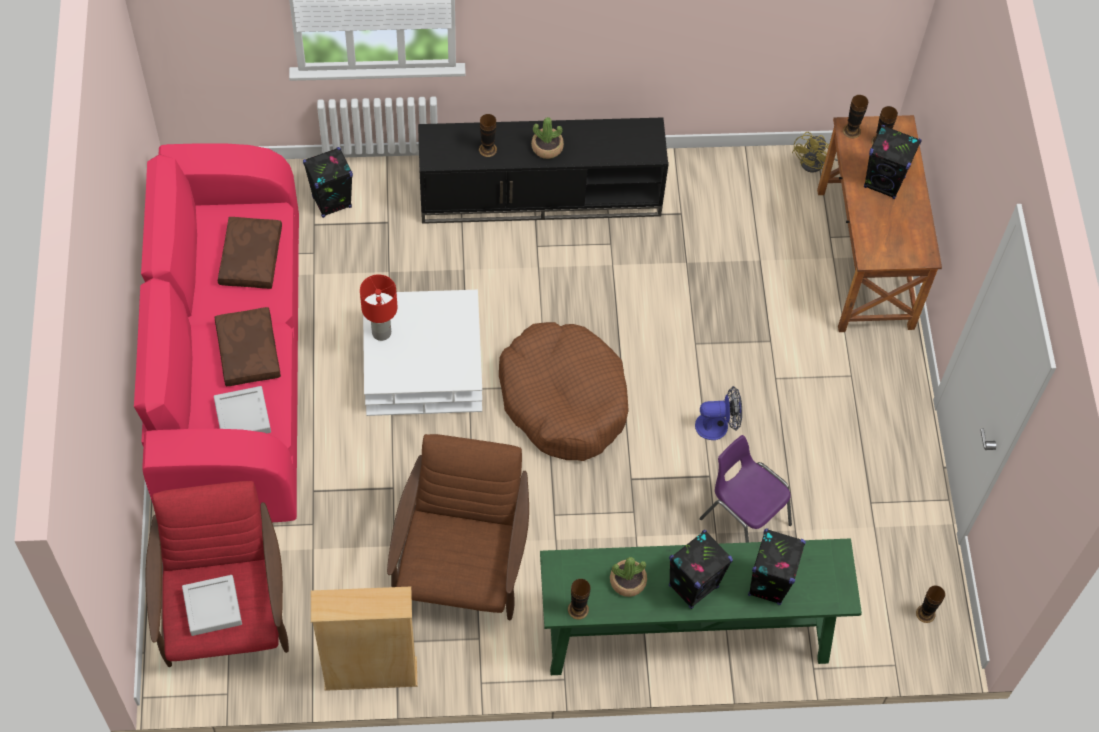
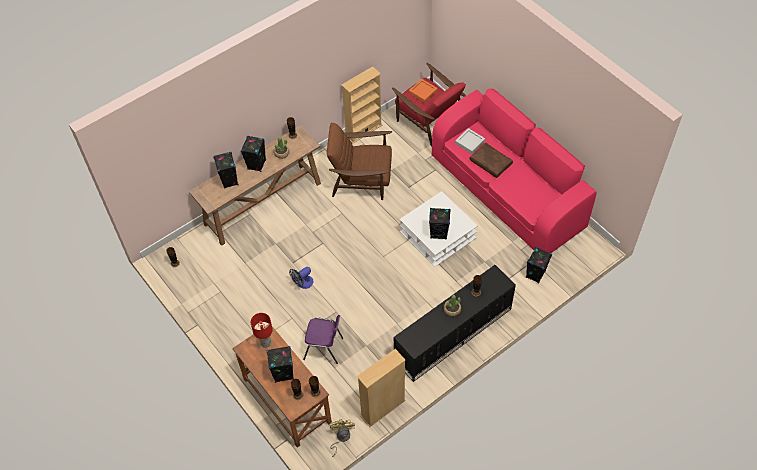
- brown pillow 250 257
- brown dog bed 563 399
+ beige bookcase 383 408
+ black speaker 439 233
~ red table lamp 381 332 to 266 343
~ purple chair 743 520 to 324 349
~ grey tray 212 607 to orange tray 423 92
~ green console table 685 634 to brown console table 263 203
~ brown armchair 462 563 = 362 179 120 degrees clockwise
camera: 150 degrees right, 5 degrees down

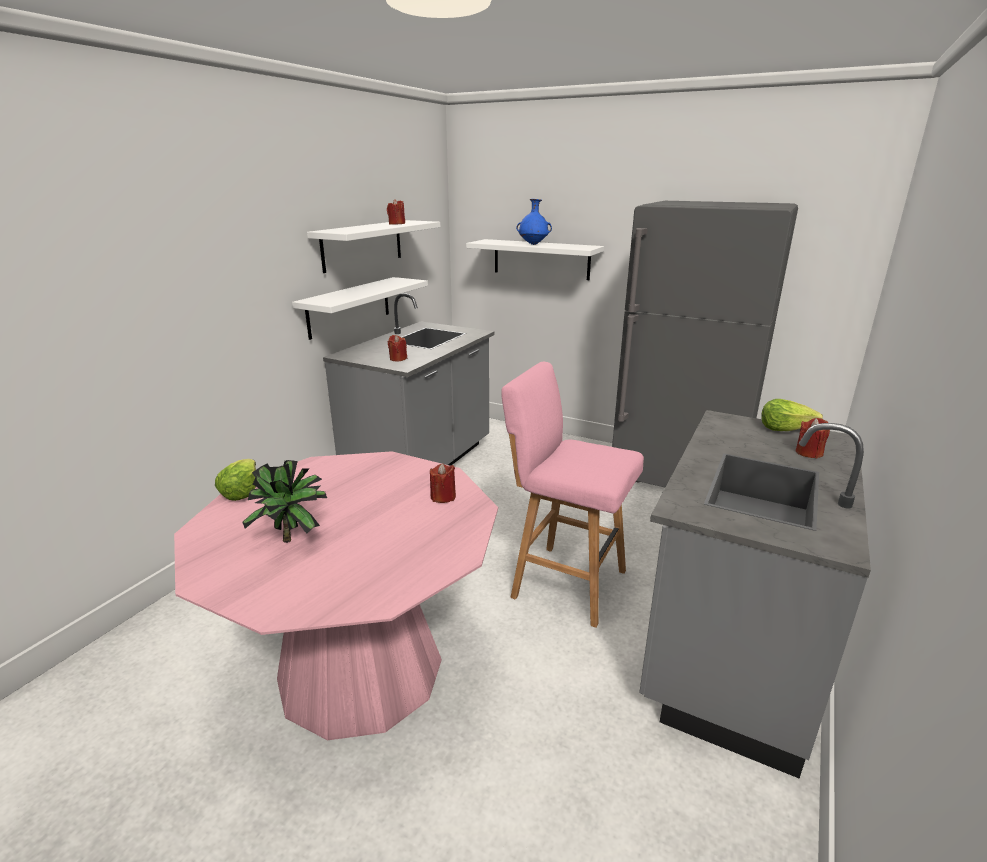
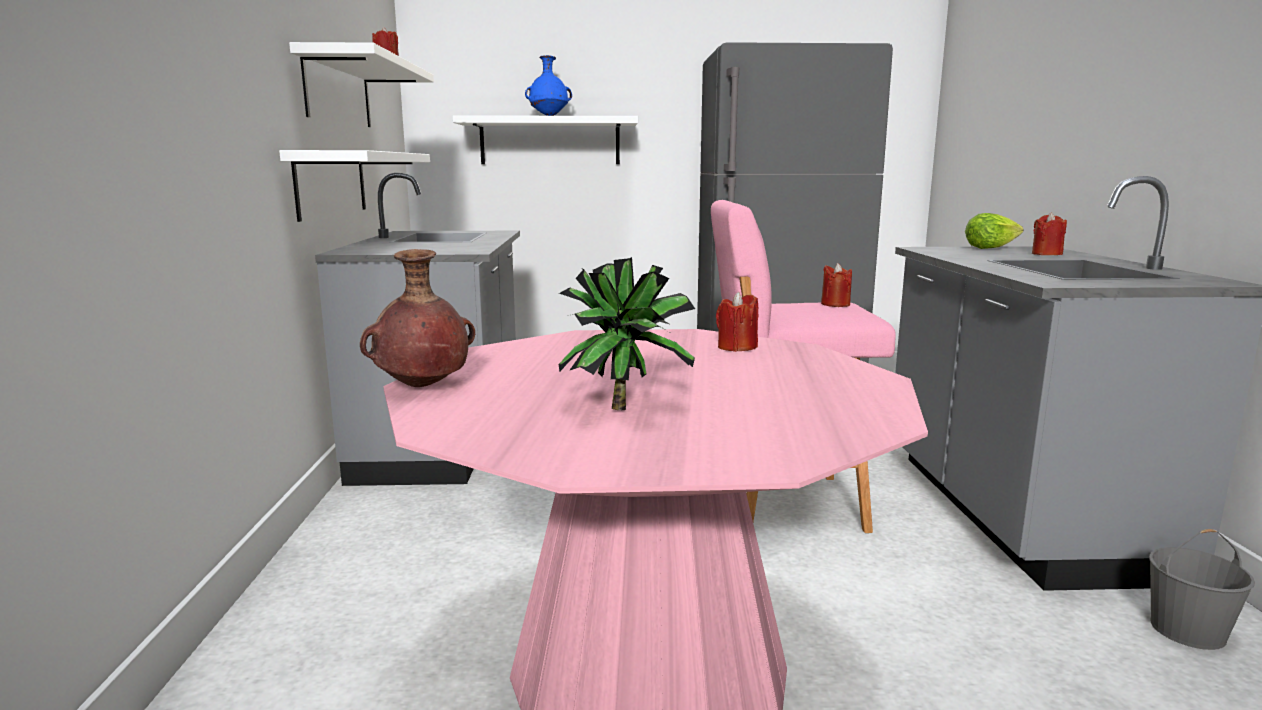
+ grey bucket 1188 630
~ red candle 398 359 to 835 304
~ lettuce 241 491 to brown vase 422 388
camera: 30 degrees left, 10 degrees down

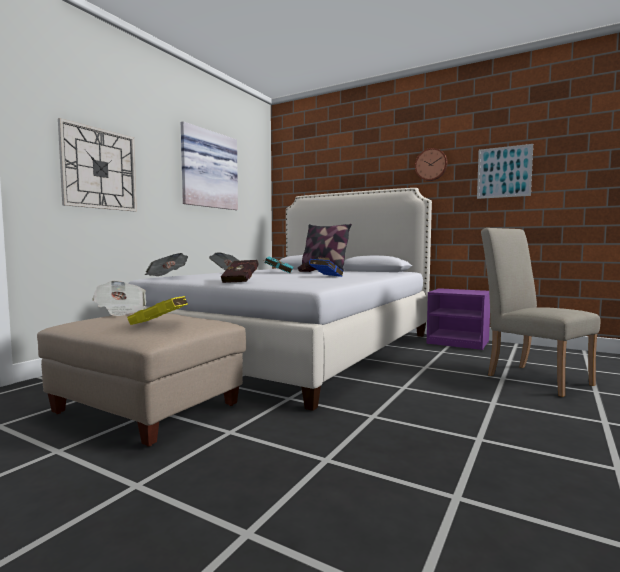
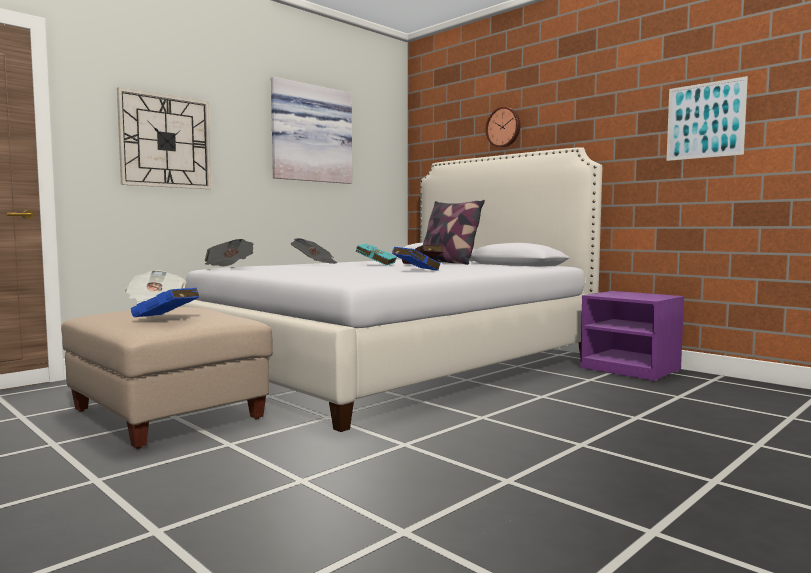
- red book 241 281
- beige chair 532 377
~ wall clock 431 164 to 504 127
~ yellow book 161 324 to blue book 167 318
camera: 15 degrees right, 0 degrees up

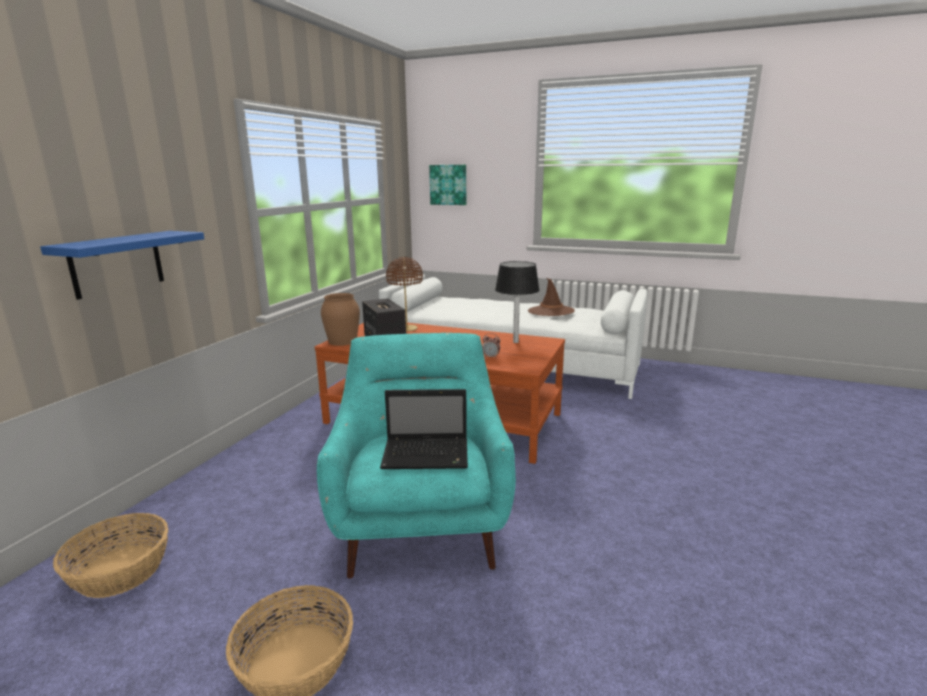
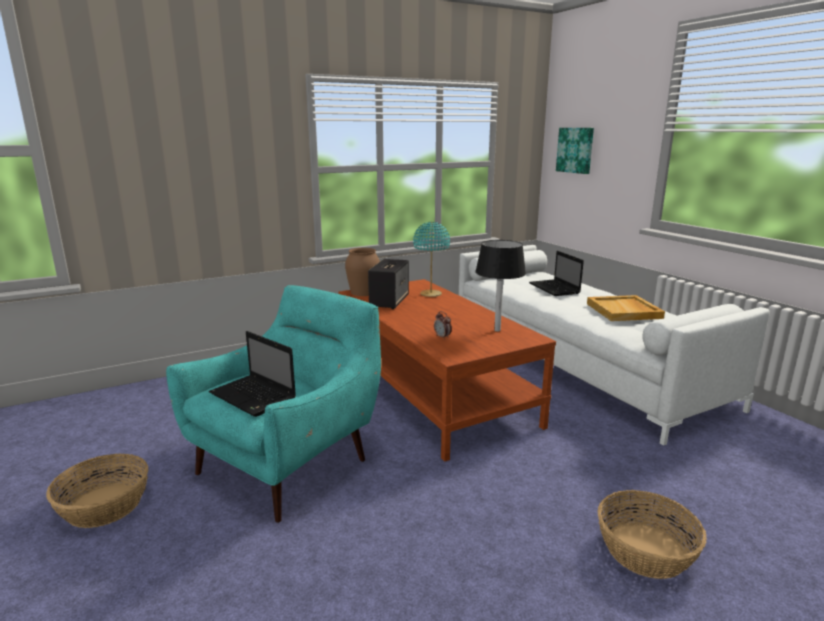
- blue shelf 117 263
+ laptop 555 289
~ basket 119 571 to 644 550
~ brown hat 551 311 to beige tray 624 311
~ brown table lamp 407 329 to turquoise table lamp 431 294
camera: 40 degrees right, 0 degrees up

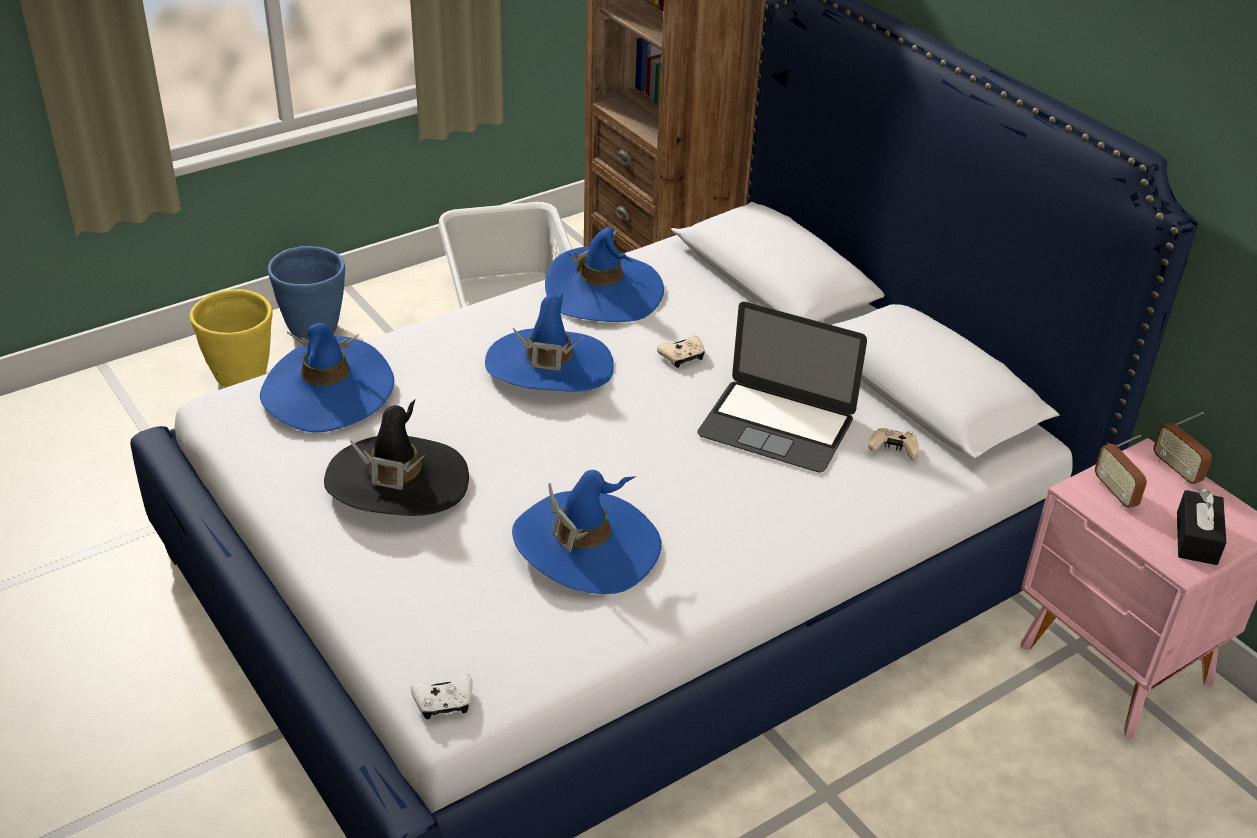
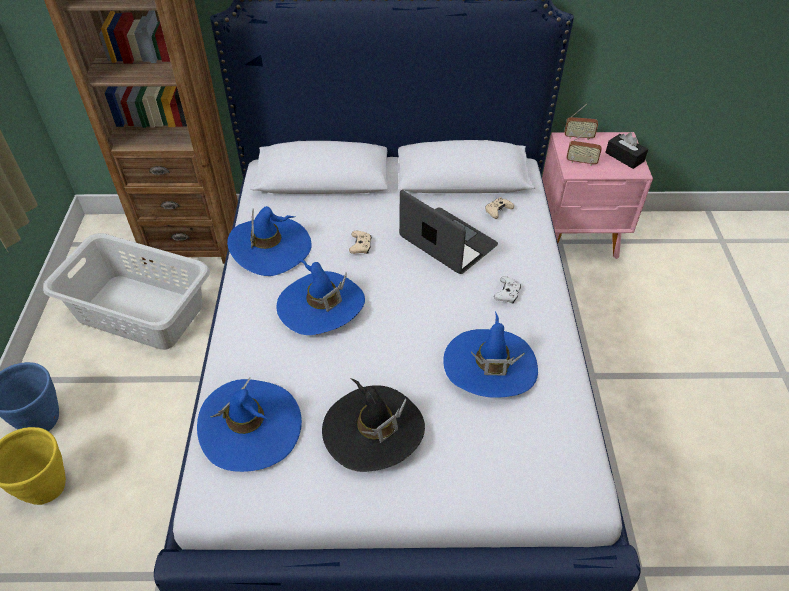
~ white game controller 444 703 to 507 294
~ laptop 776 426 = 448 241 105 degrees counterclockwise
camera: 55 degrees left, 10 degrees up

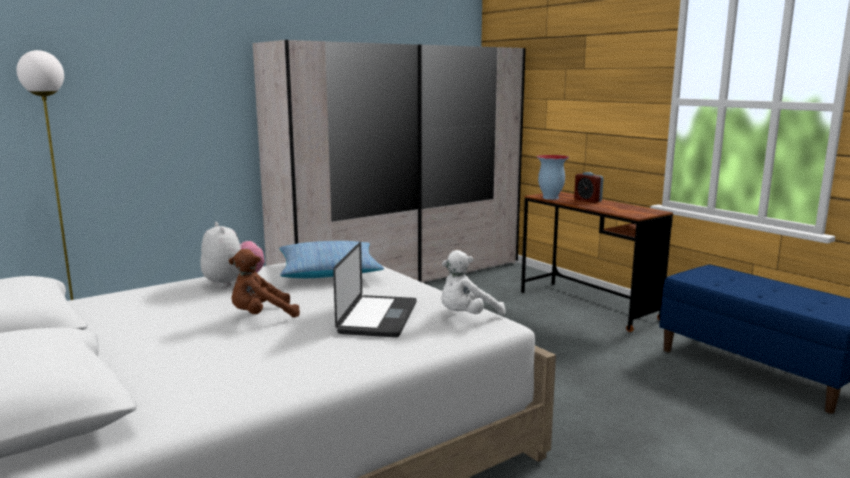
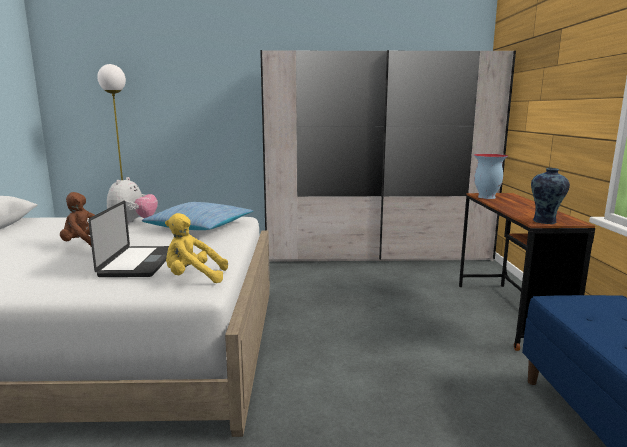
- alarm clock 587 200
+ vase 545 222
~ white plush toy 466 317 to yellow plush toy 193 278
~ laptop 378 317 = 139 263 45 degrees counterclockwise
camera: 35 degrees right, 0 degrees up

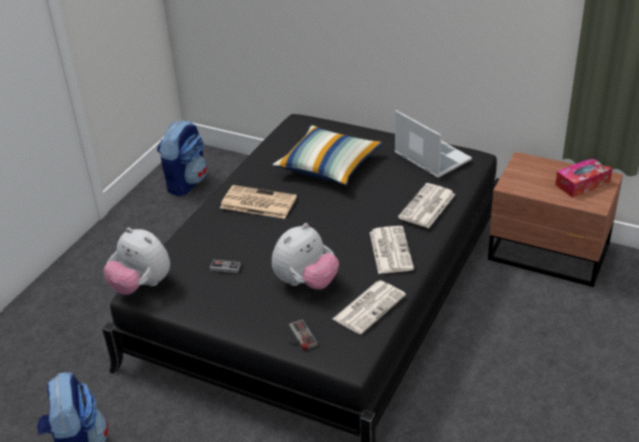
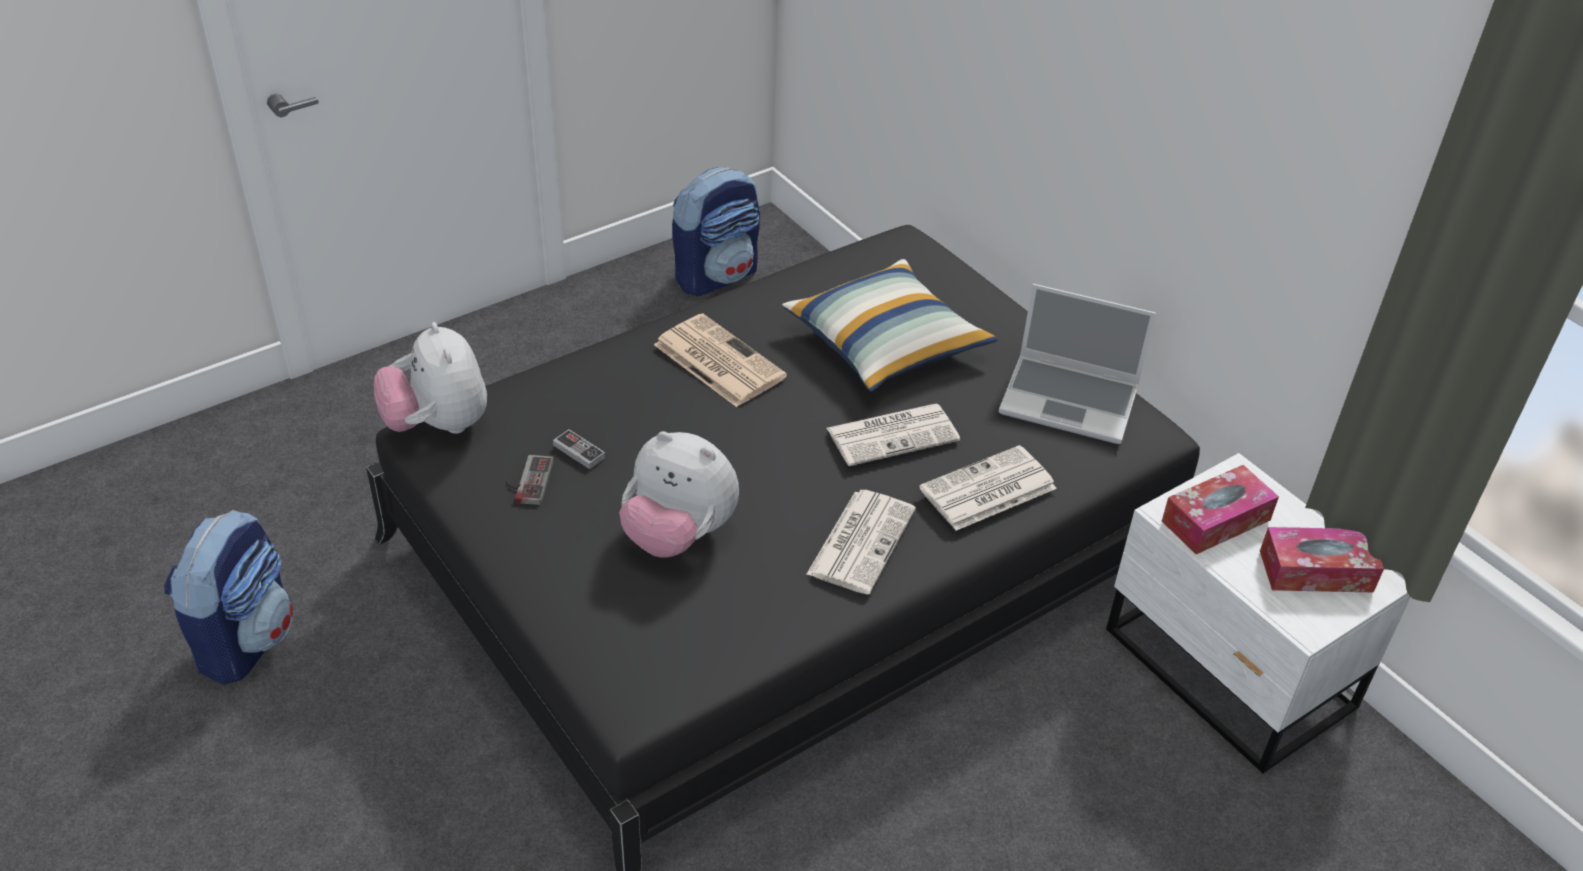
+ tissue box 1216 520
~ game controller 298 337 to 527 481
~ newspaper 369 306 to 894 434
~ brown nightstand 549 254 to white nightstand 1228 672
~ plush toy 306 282 = 678 535 45 degrees clockwise
~ laptop 430 157 = 1071 400 120 degrees clockwise
camera: 25 degrees right, 5 degrees up

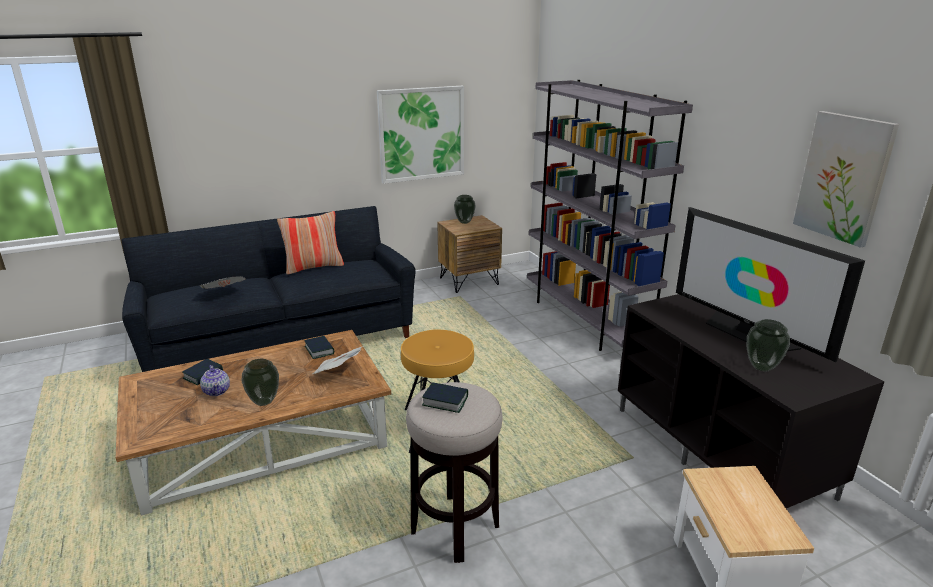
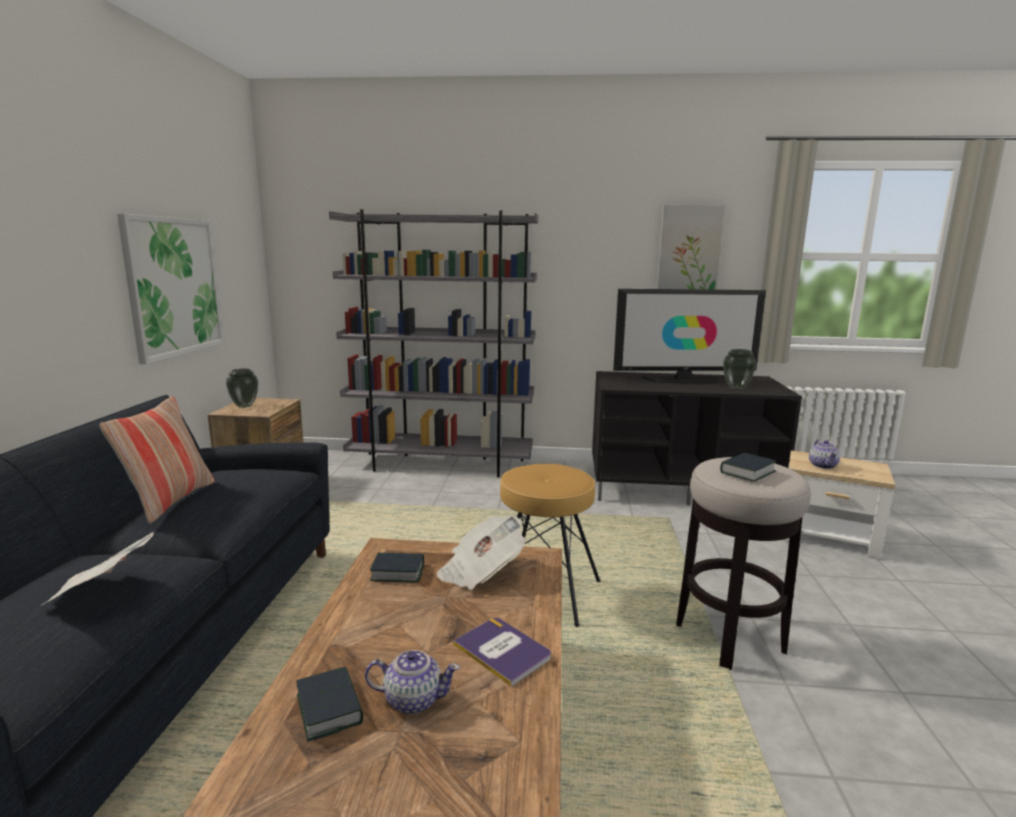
+ teapot 823 465
~ vase 264 401 to book 502 651
camera: 60 degrees left, 10 degrees down

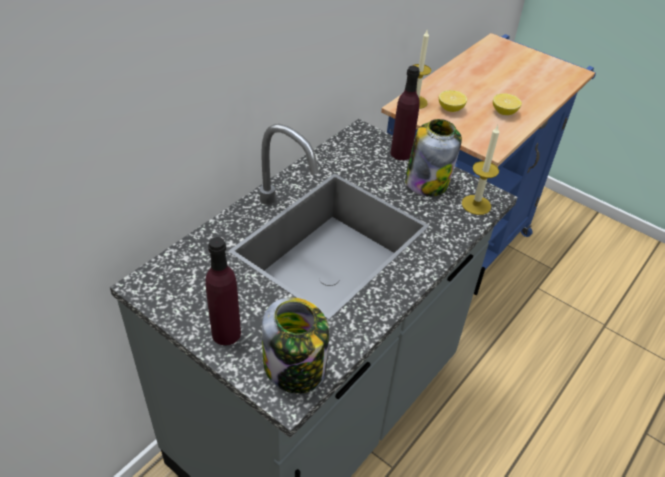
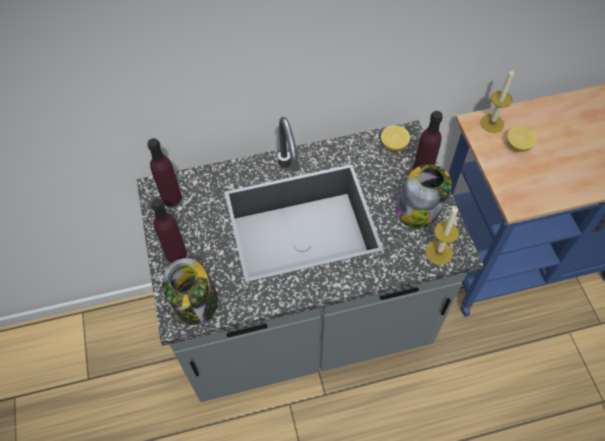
+ purple bottle 171 198
~ lemon 504 112 to 393 145
camera: 40 degrees right, 15 degrees up

